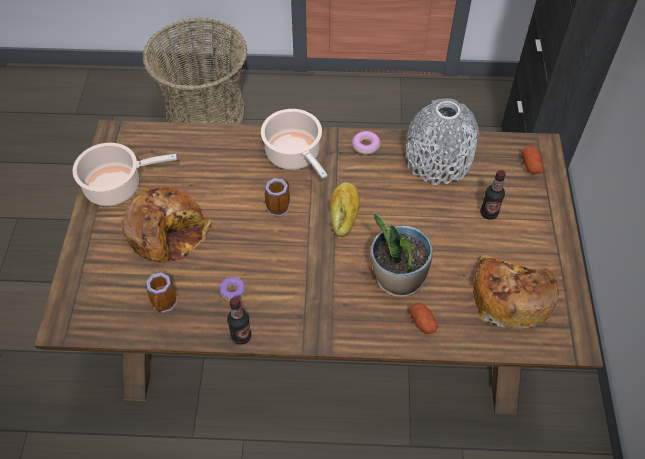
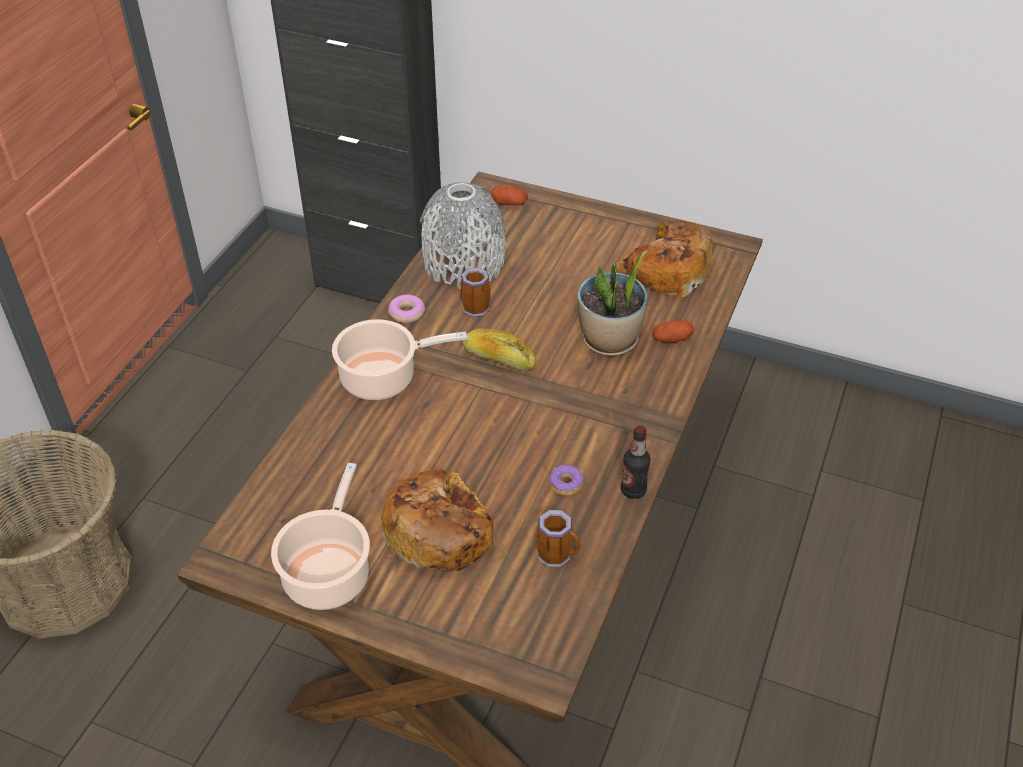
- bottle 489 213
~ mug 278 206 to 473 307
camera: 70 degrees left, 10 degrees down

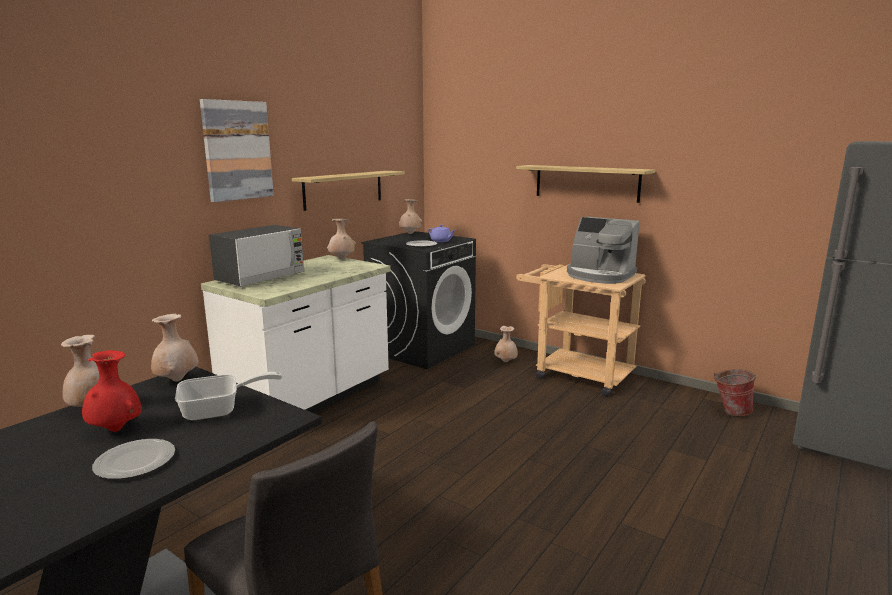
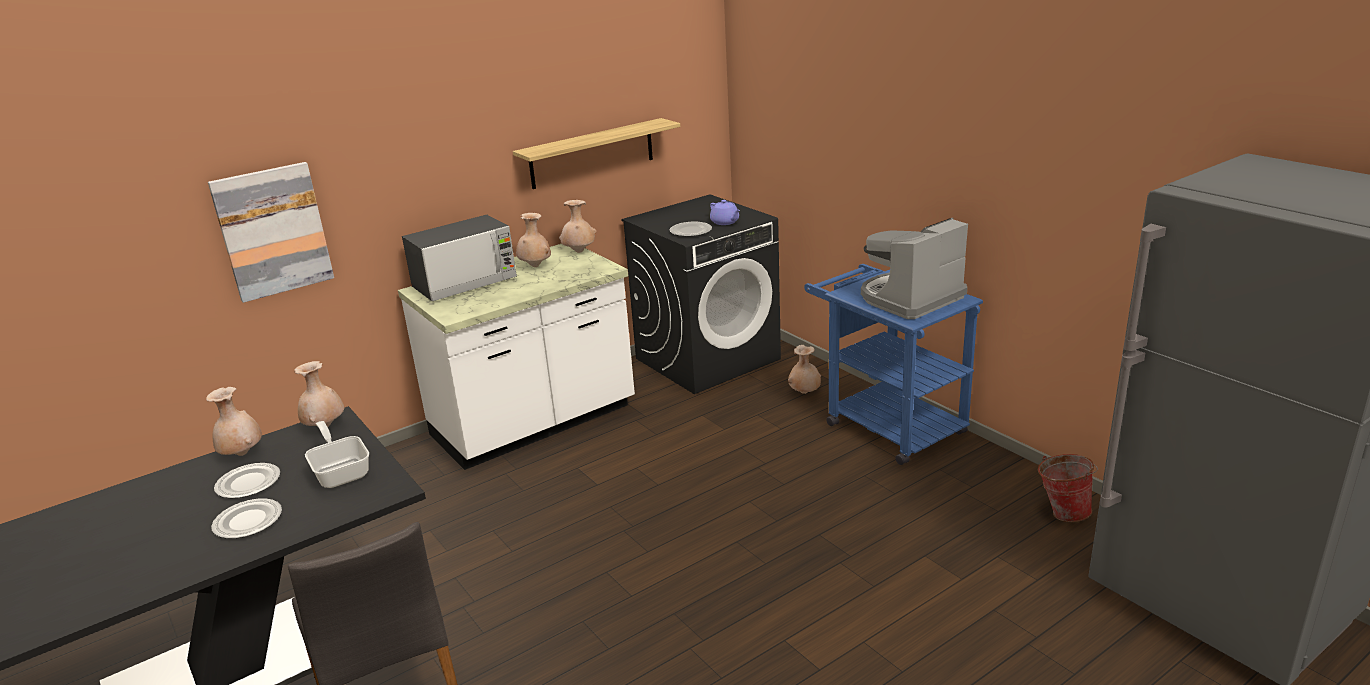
- shelf 586 183
~ picture 237 150 to 273 231
~ beige vase 410 233 to 535 266
~ red vase 116 430 to plate 249 482
~ beige cart 575 374 to blue cart 886 424
~ frying pan 219 410 = 341 471 120 degrees counterclockwise
~ coffee machine 599 276 = 910 298 90 degrees clockwise
camera: 20 degrees right, 10 degrees up

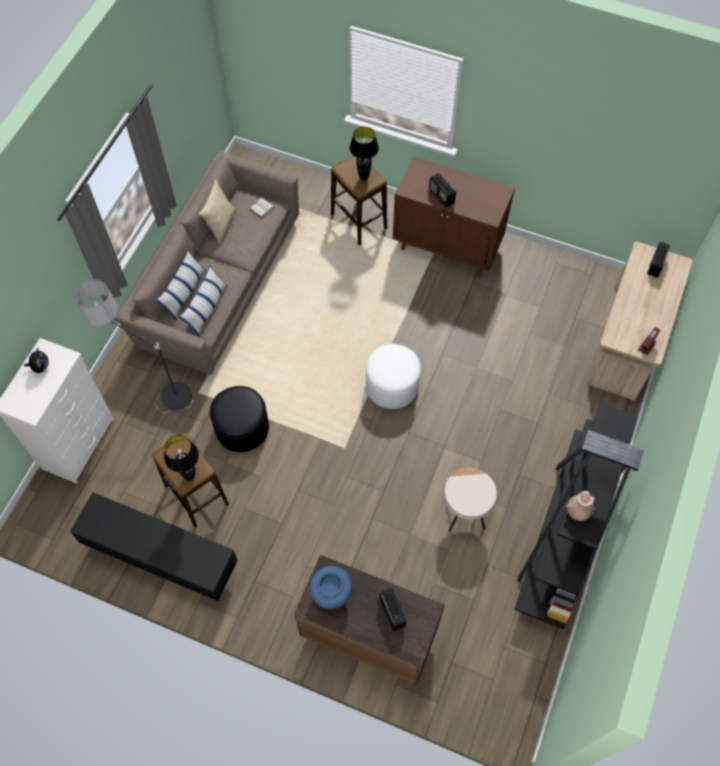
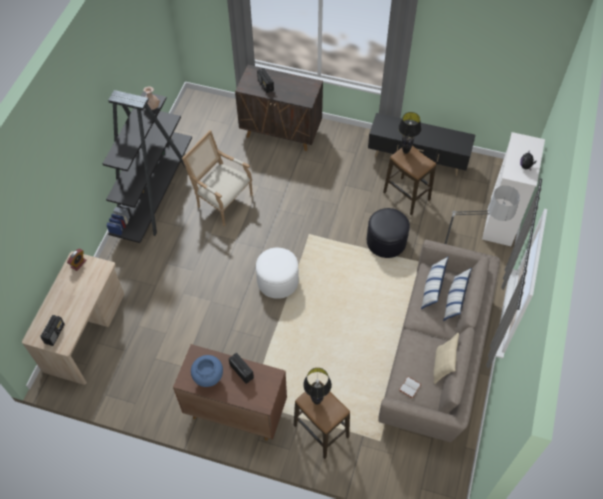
~ blue vase 331 594 to 209 378
~ beige side table 464 513 to armchair 222 201
camera: 175 degrees right, 5 degrees down

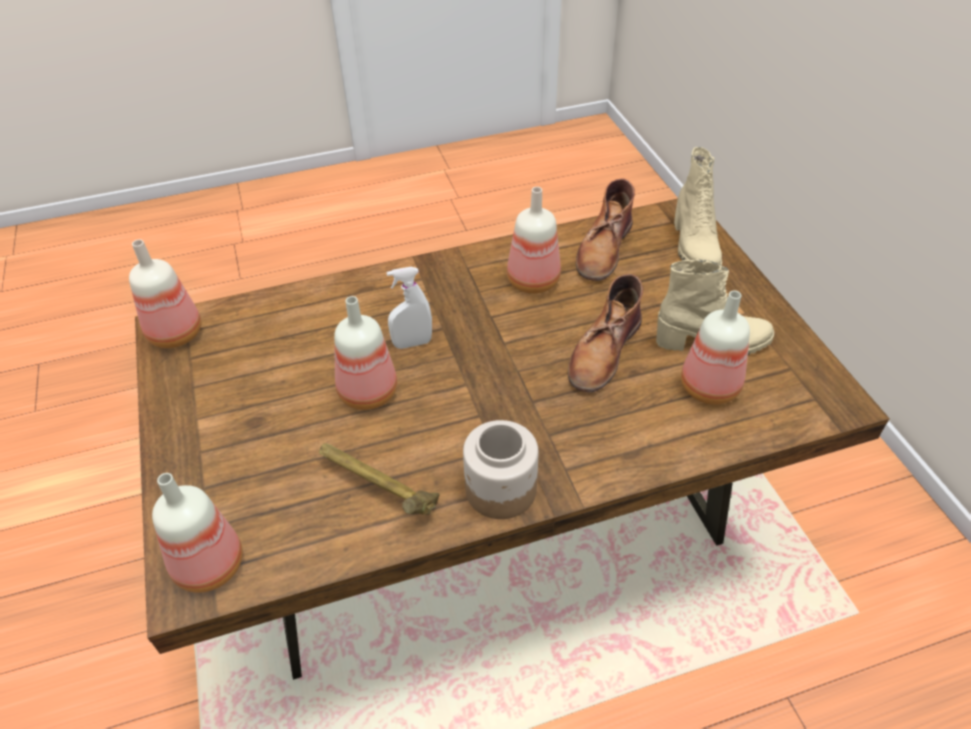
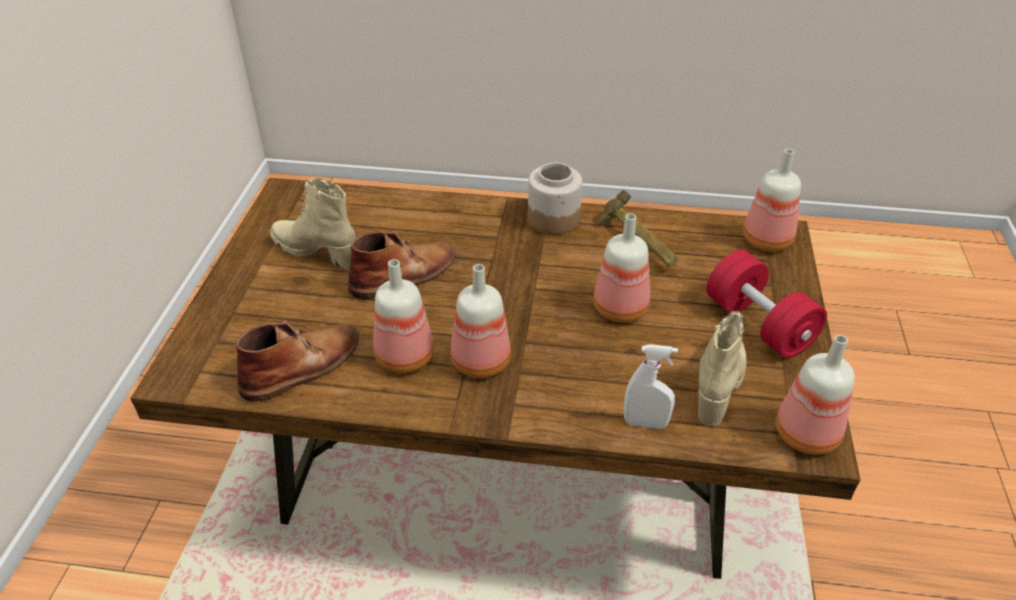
+ red dumbbell 758 324
~ white spray bottle 412 343 to 645 423
~ beige boot 693 247 to 718 383
~ bottle 708 386 to 480 363
camera: 155 degrees left, 5 degrees down

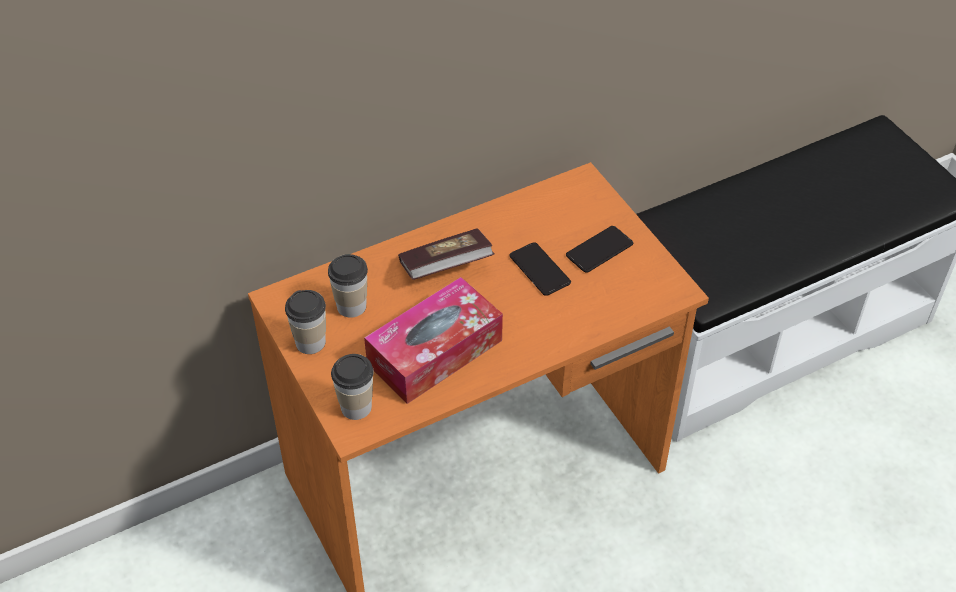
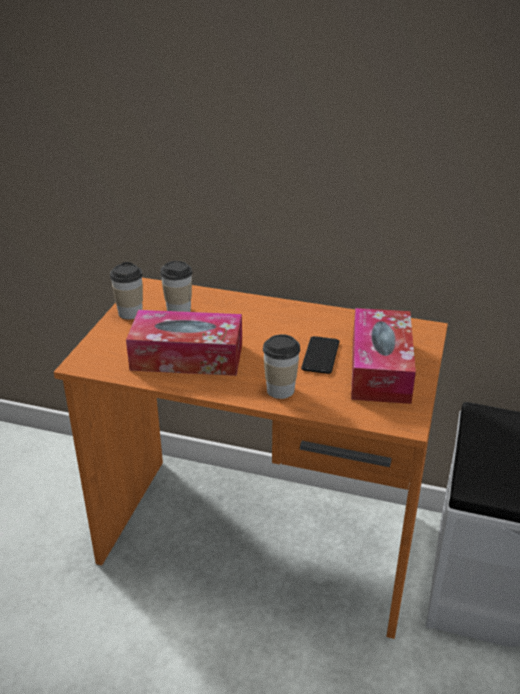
- book 446 267
~ cup 356 407 to 280 390
~ phone 599 250 to tissue box 380 368
camera: 45 degrees right, 15 degrees down

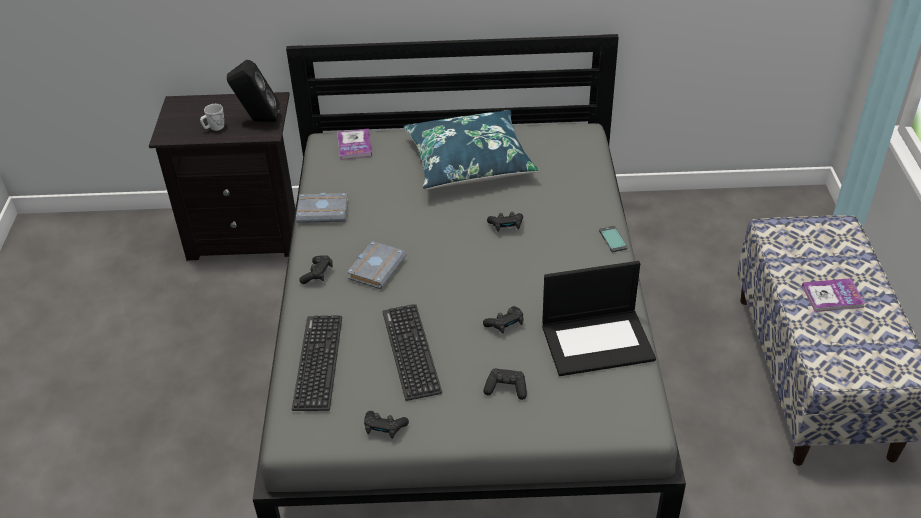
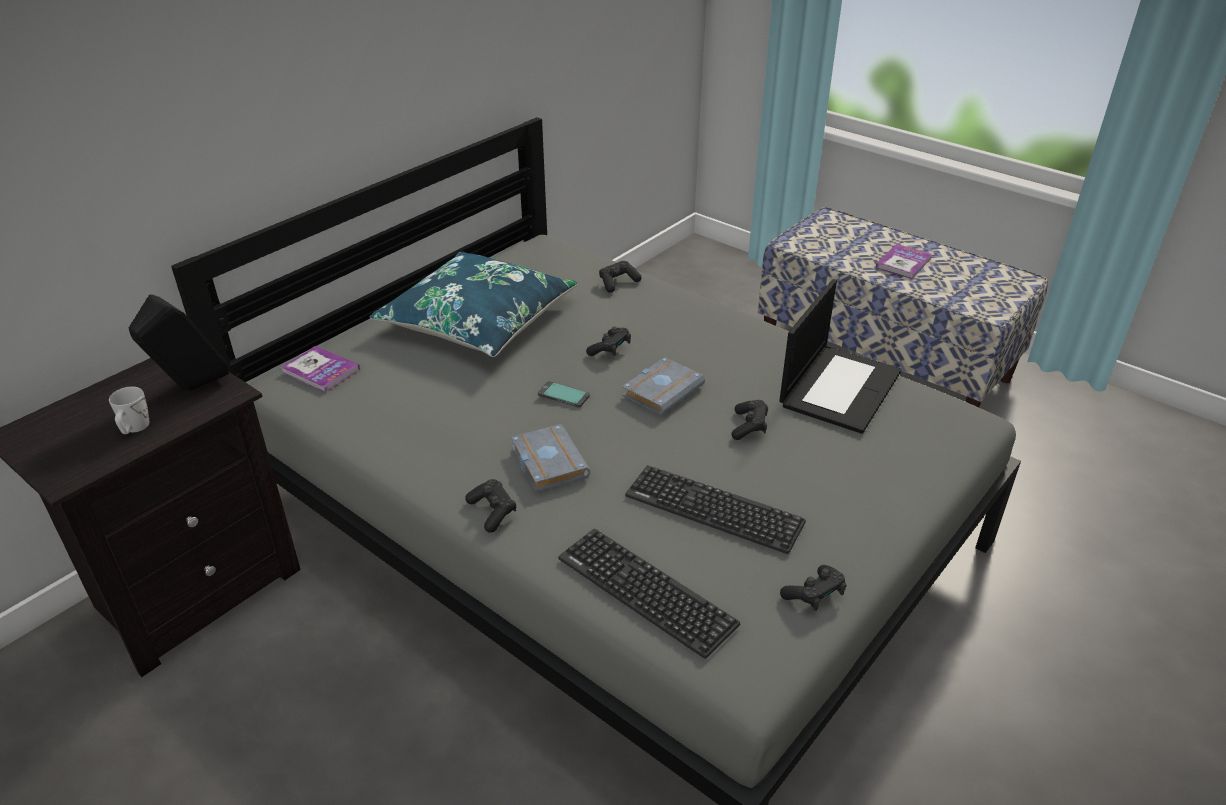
~ grey book 324 211 to 662 389
~ black game controller 506 388 to 618 283
~ phone 612 239 to 563 395
camera: 50 degrees left, 5 degrees down

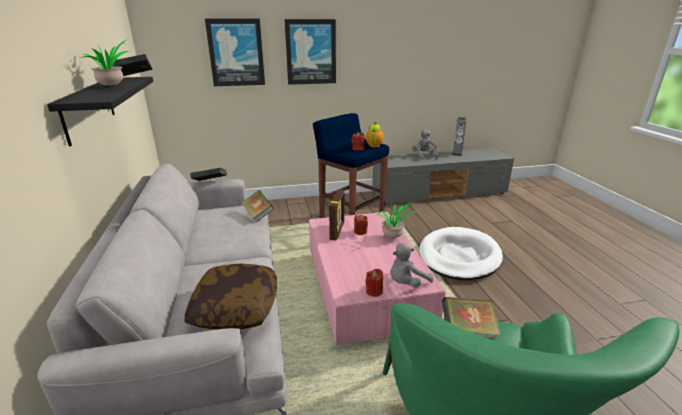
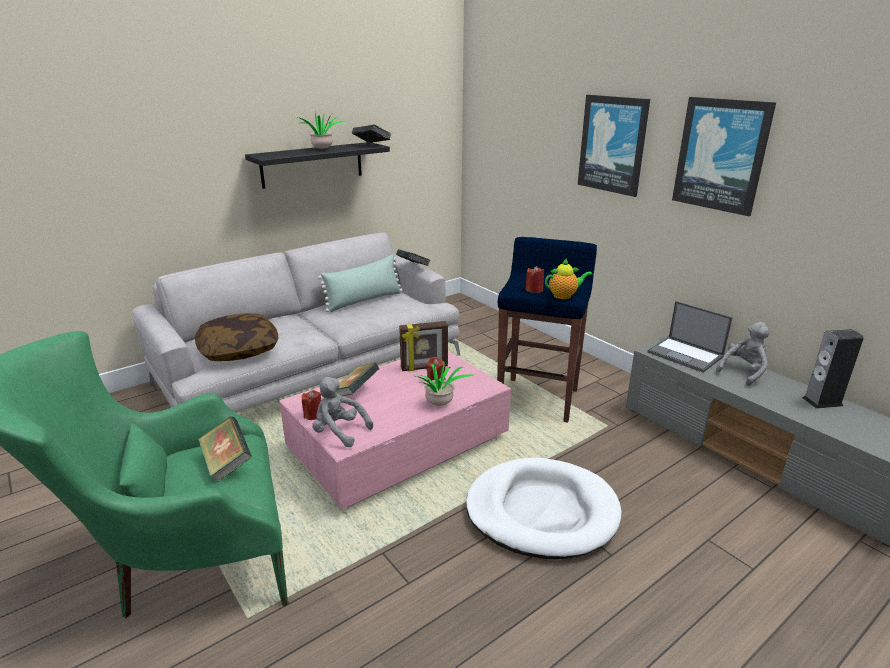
+ green pillow 364 300
+ laptop 686 354
~ picture 236 53 to 721 155
~ book 258 215 to 355 392
camera: 65 degrees right, 0 degrees up

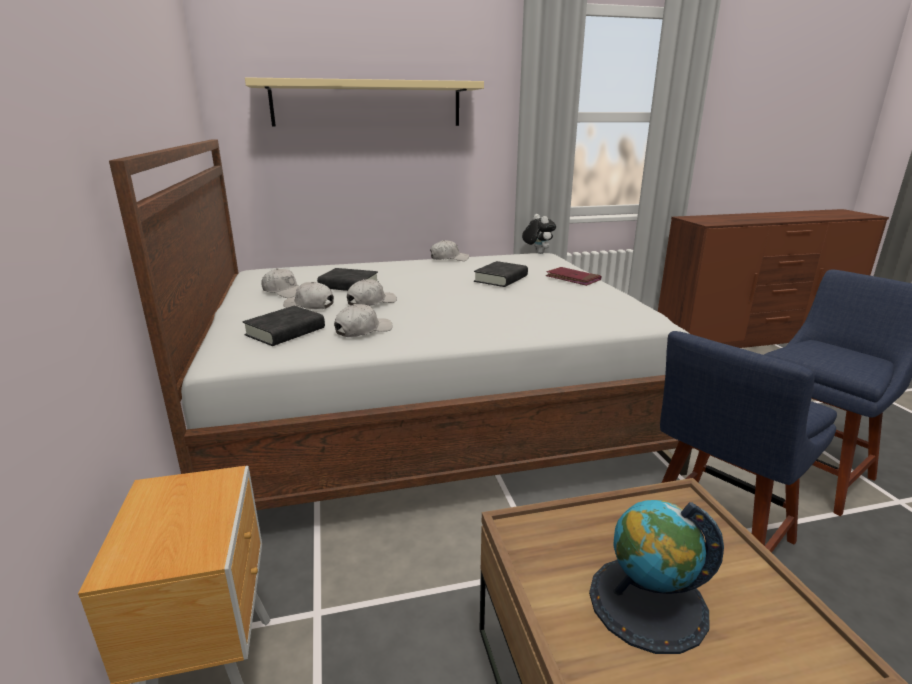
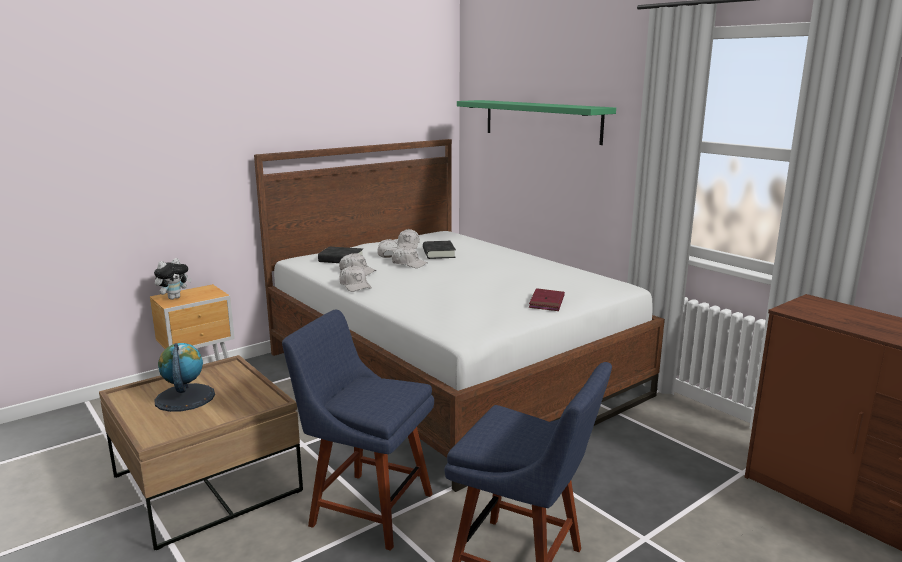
- black book 501 279
~ white cap 449 258 to 355 285
~ plush toy 537 253 to 174 298
~ beige shelf 367 104 to green shelf 541 121
camera: 65 degrees right, 5 degrees down

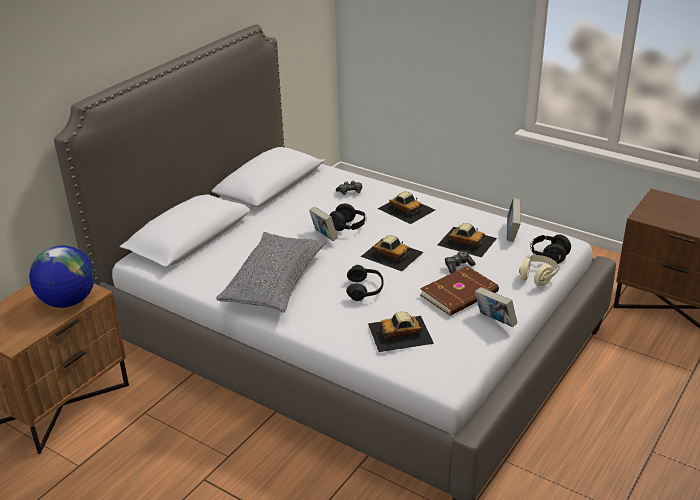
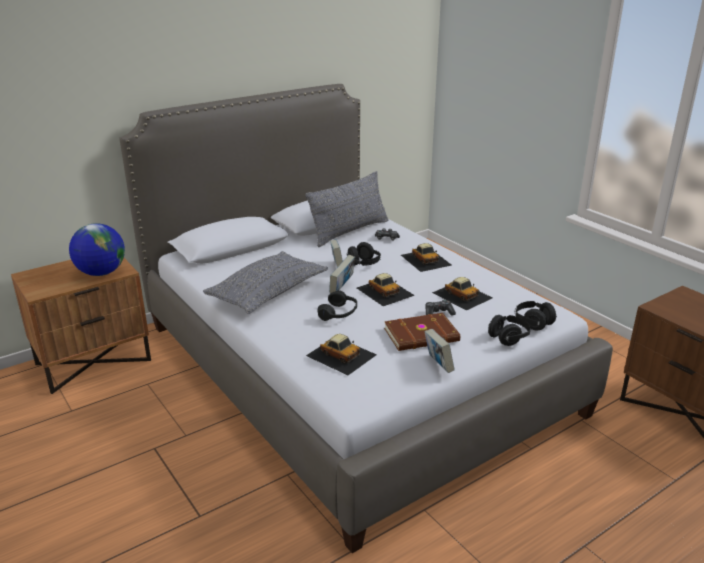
+ grey pillow 349 231
~ book 512 233 to 342 288
~ beige headphones 537 277 to black headphones 508 338
~ toy car 400 333 = 341 354 150 degrees counterclockwise
camera: 20 degrees right, 5 degrees down

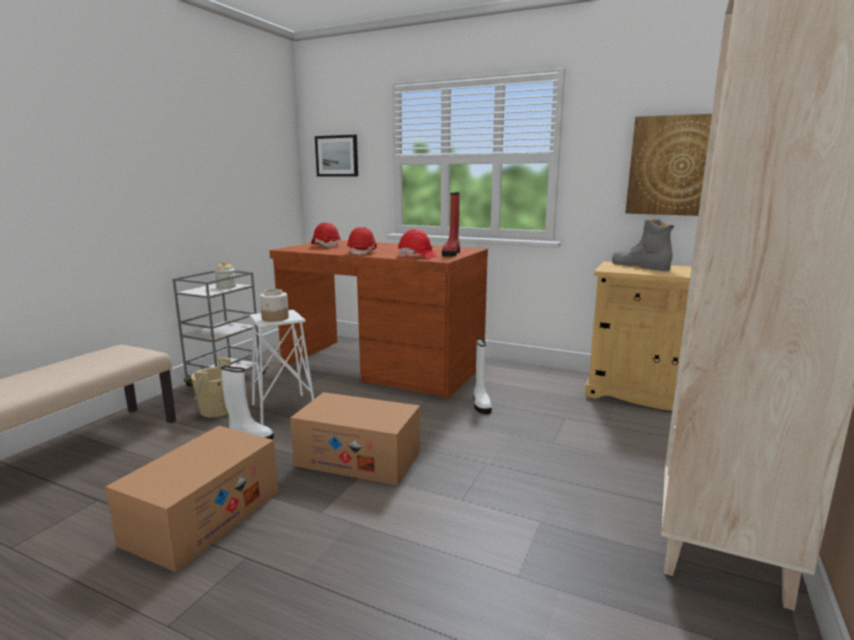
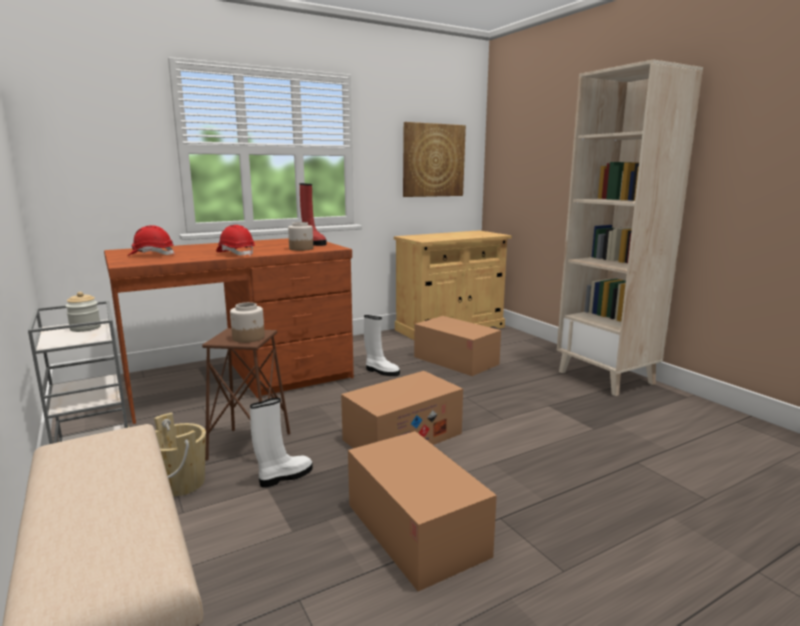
- picture 337 156
- grey boot 639 266
+ cardboard box 455 360
~ red hard hat 416 256 to jar 301 249
~ white stool 283 409 to brown stool 249 446
camera: 55 degrees left, 0 degrees up

